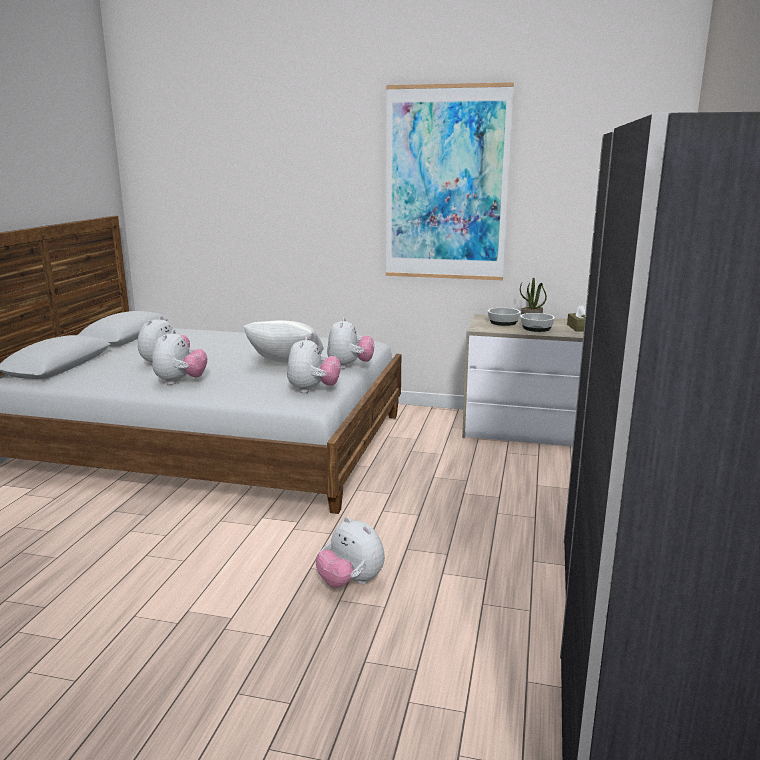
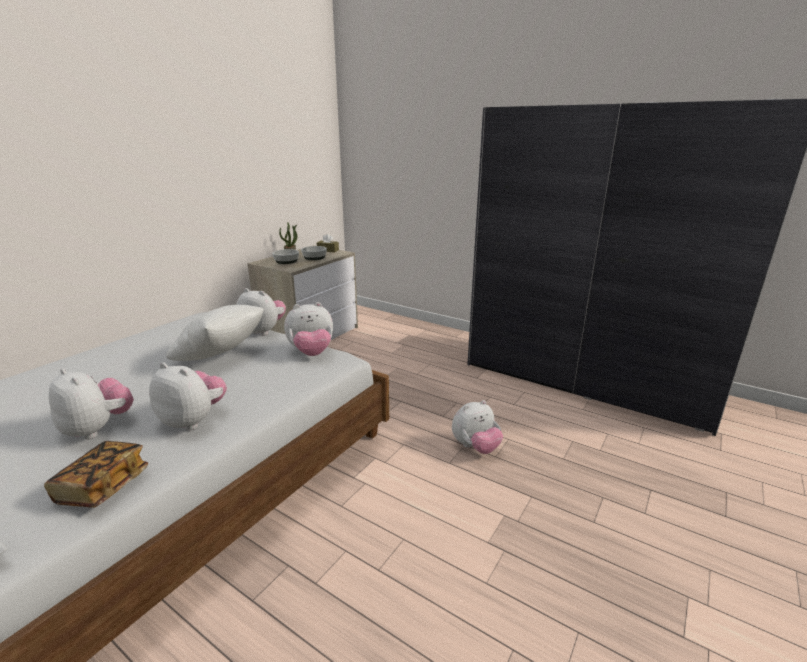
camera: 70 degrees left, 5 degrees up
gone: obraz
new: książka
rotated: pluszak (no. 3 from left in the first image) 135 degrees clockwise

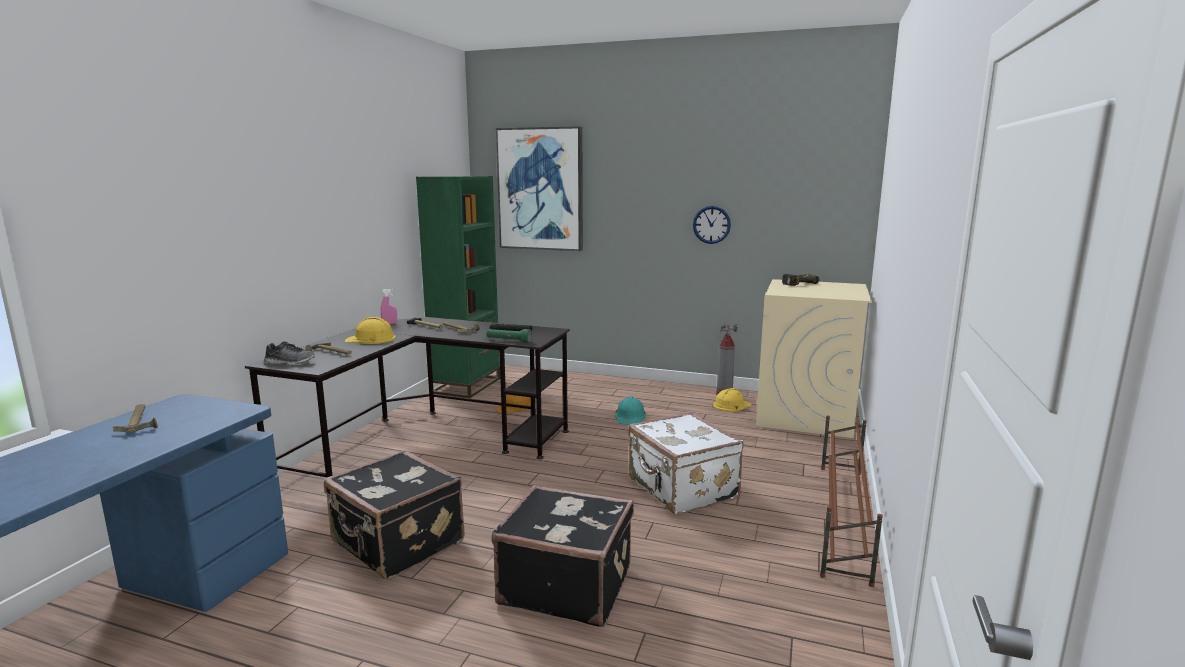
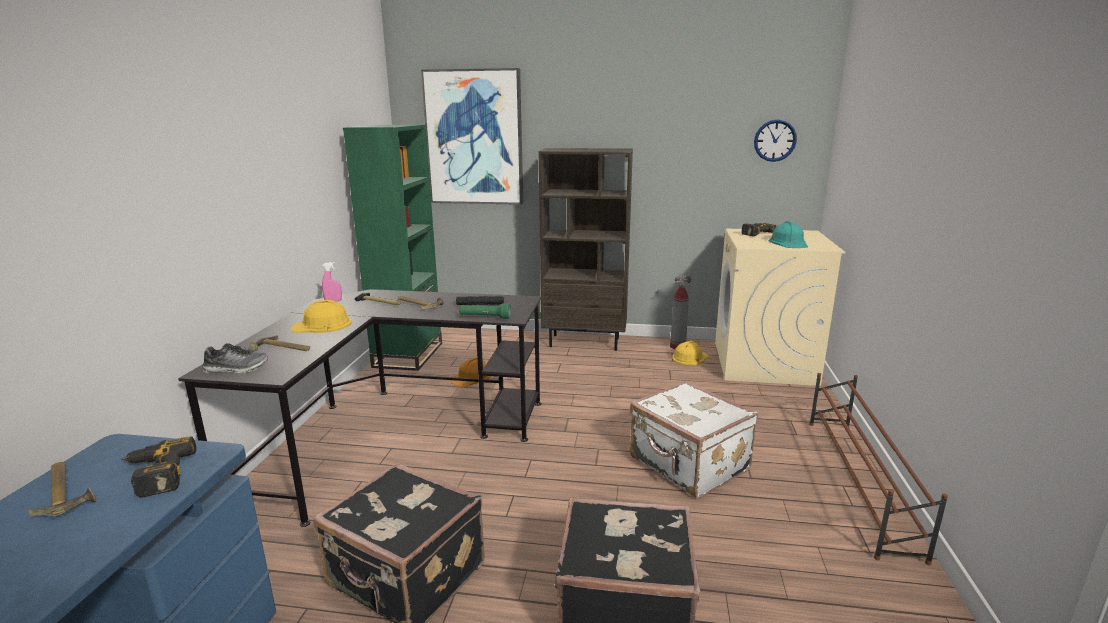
camera: 10 degrees left, 5 degrees up
new: wiertarka (no. 1 from left); regał (brązowy)
shifted: kask (turkusowy); zegar ścienny

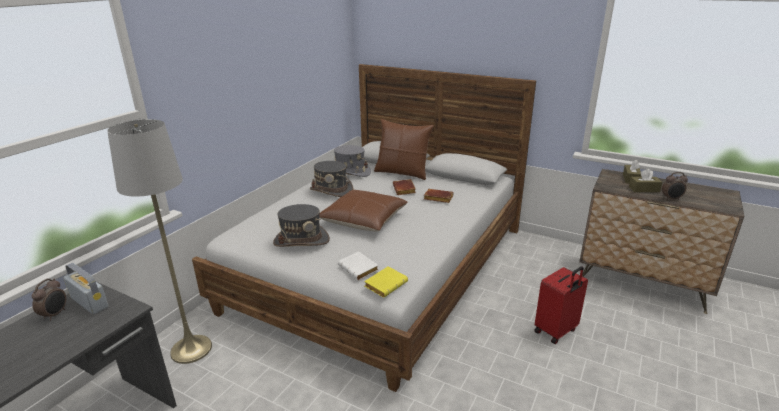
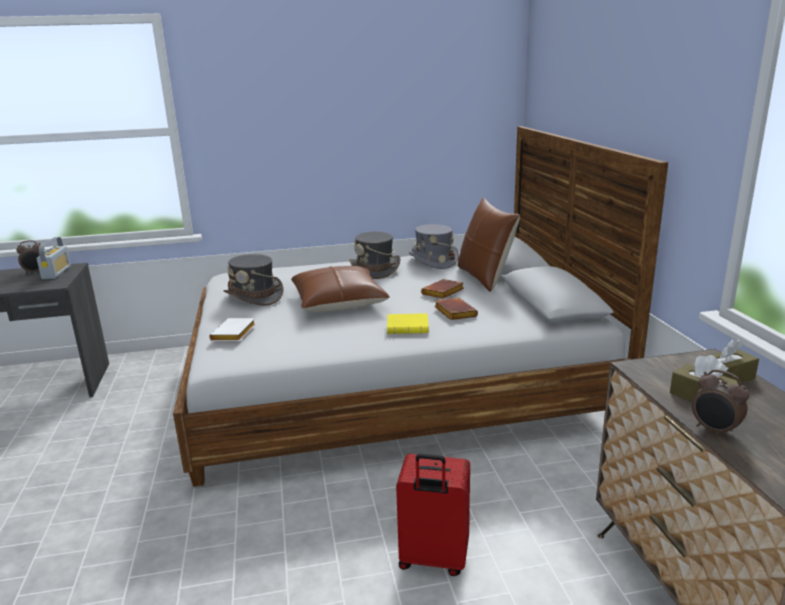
camera: 50 degrees right, 5 degrees down
gone: lampa stojąca (szary)
shifted: książka (żółty)

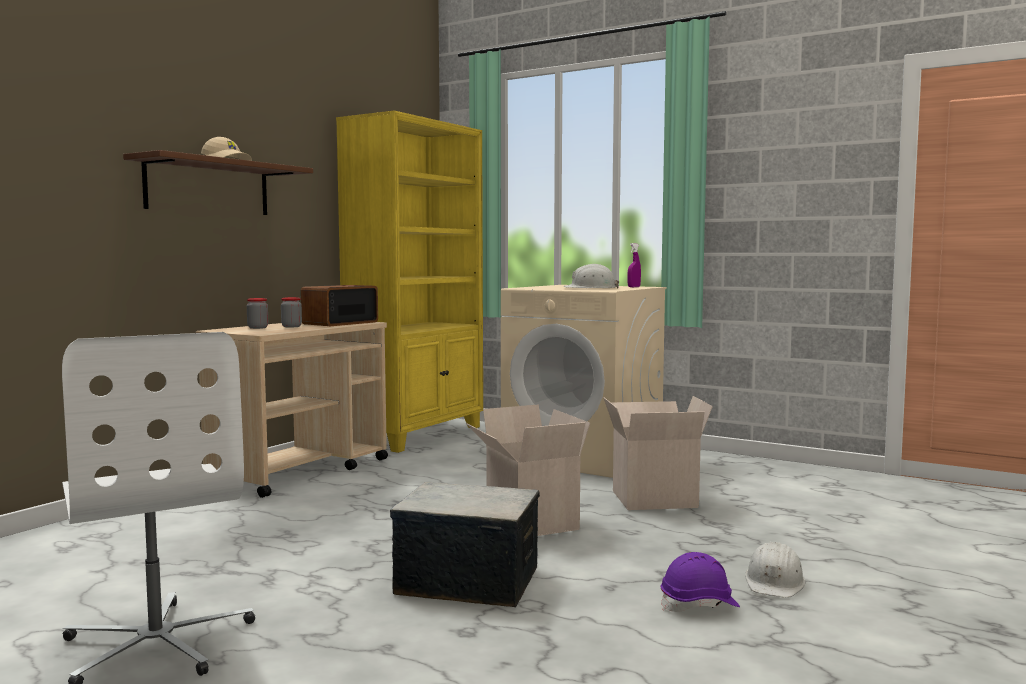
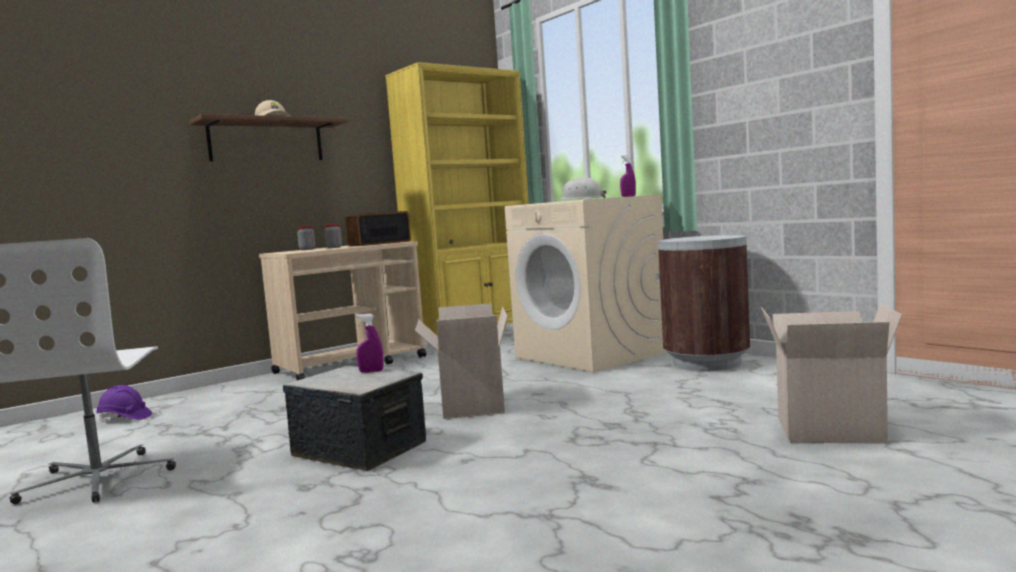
camera: 20 degrees right, 0 degrees up
gone: kask (biały) (no. 2 from left)
new: spryskiwacz (fioletowy) (no. 1 from left); kosz na śmieci (brązowy)
shifted: karton (no. 2 from left); kask (fioletowy)

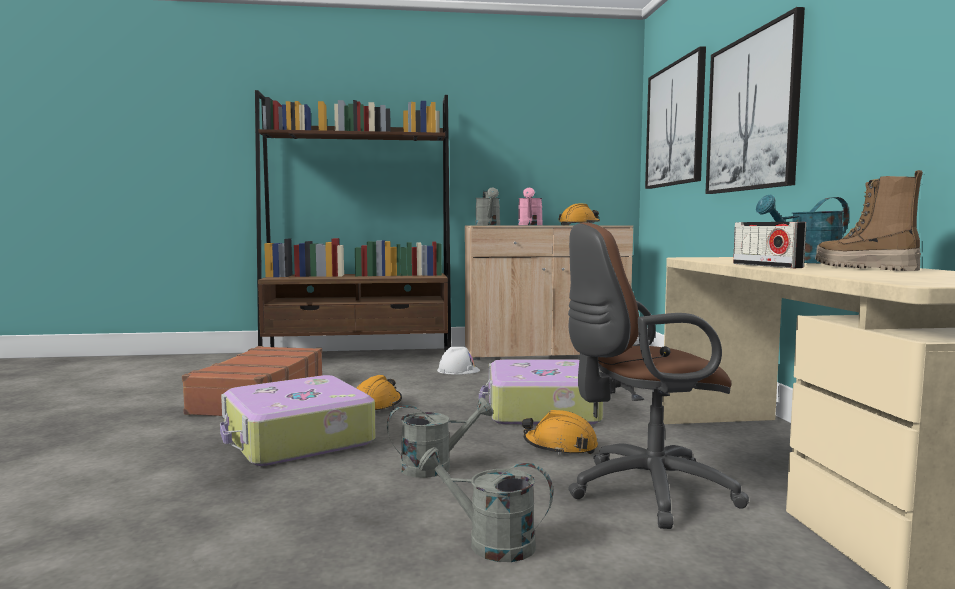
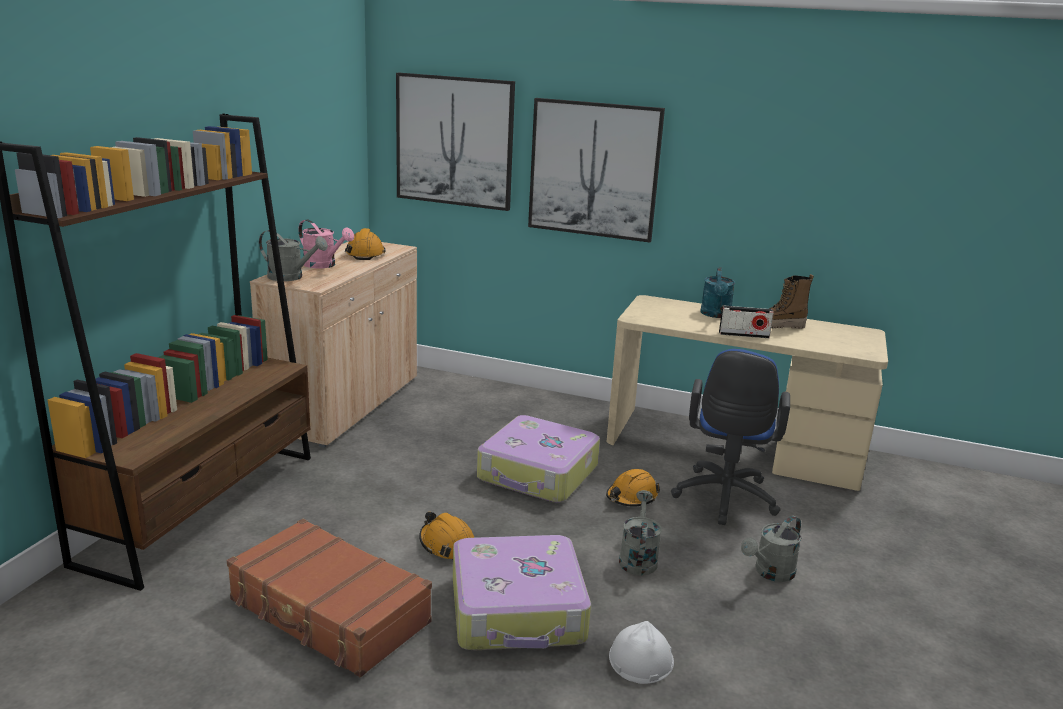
camera: 65 degrees left, 15 degrees up
shifted: kask (biały)
repainted: krzesło biurowe (brązowy) to krzesło biurowe (niebieski)

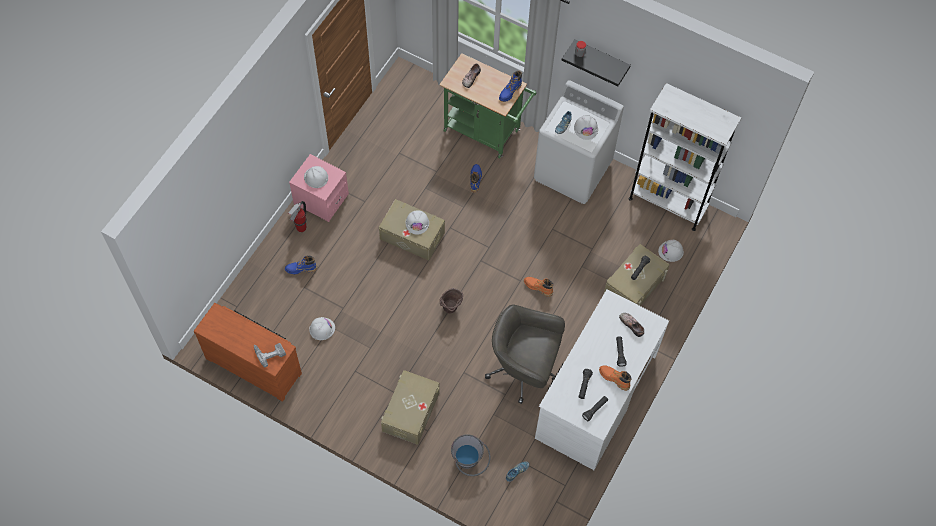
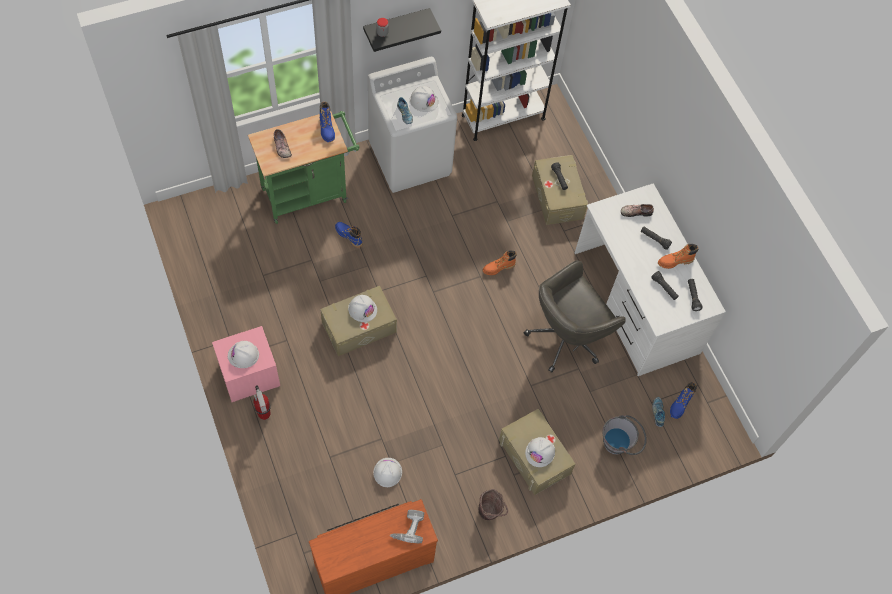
camera: 55 degrees left, 0 degrees up
shifted: but z cholewką (niebieski) (no. 1 from left in the first image) to but z cholewką (niebieski) (no. 3 from left); wiadro (brązowy); kask (biały) (no. 5 from left)

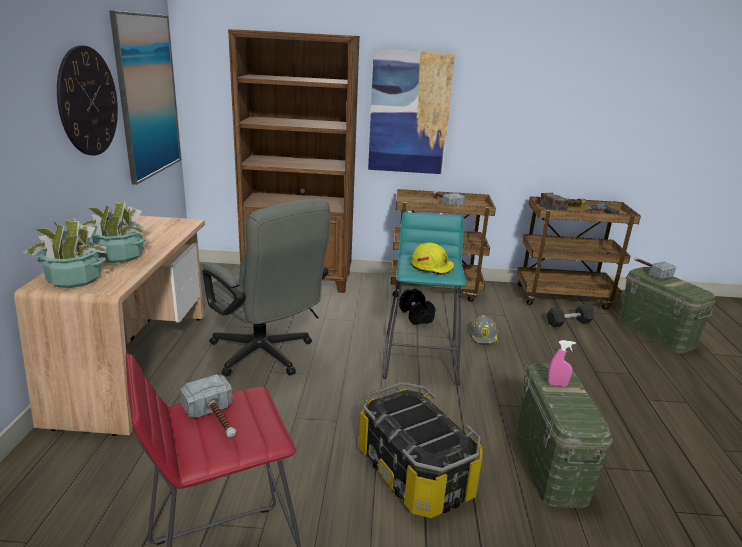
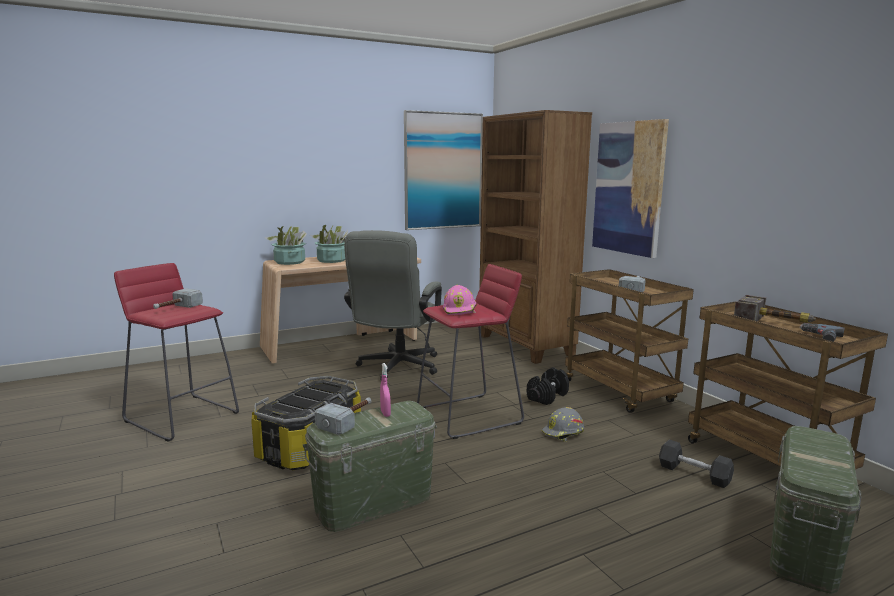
camera: 60 degrees right, 10 degrees down
gone: zegar ścienny
shifted: młotek (no. 4 from left in the first image) to młotek (no. 2 from left)
repainted: stołek (turkusowy) to stołek (czerwony) (no. 2 from left); kask (żółty) to kask (różowy)

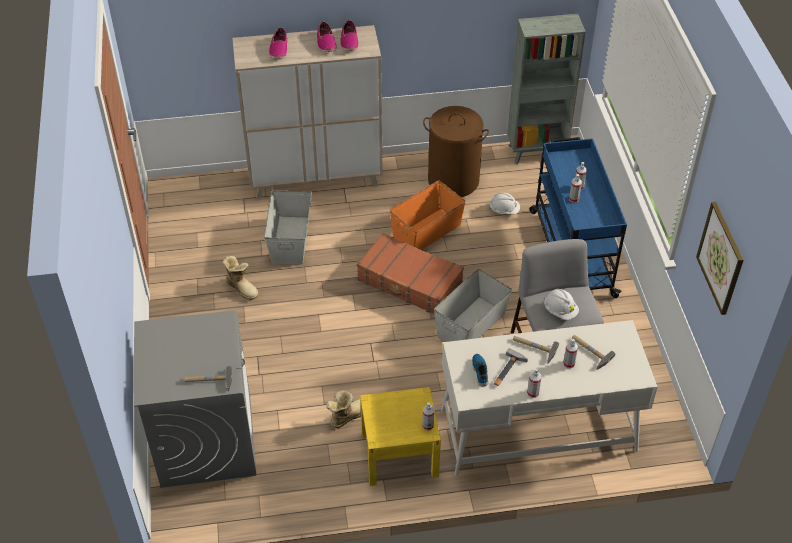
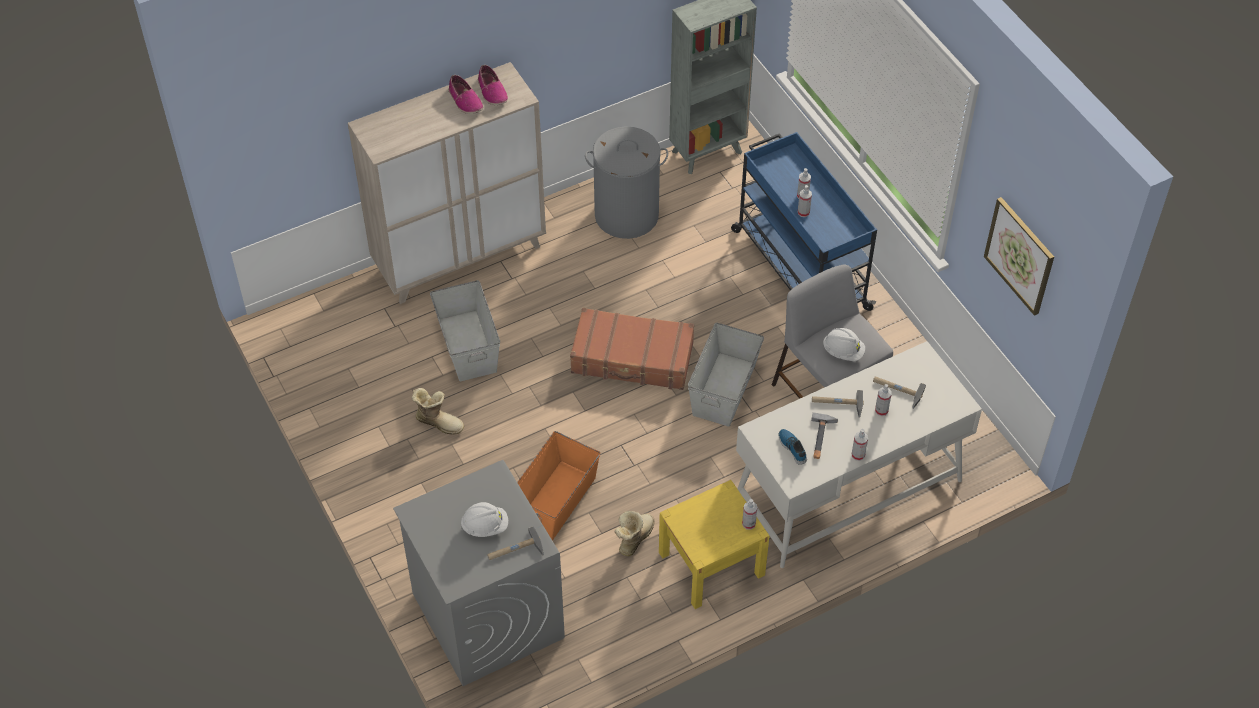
camera: 20 degrees left, 5 degrees up
gone: but (no. 1 from left)
shifted: pojemnik do przechowywania (pomarańczowy); kask (biały) (no. 1 from left)
repainted: kosz na pranie (brązowy) to kosz na pranie (szary)

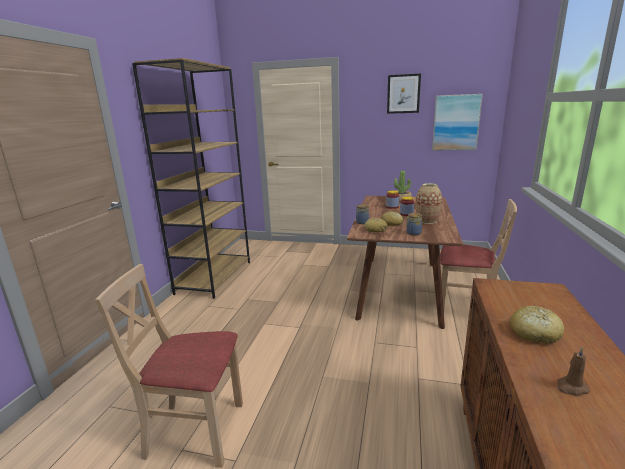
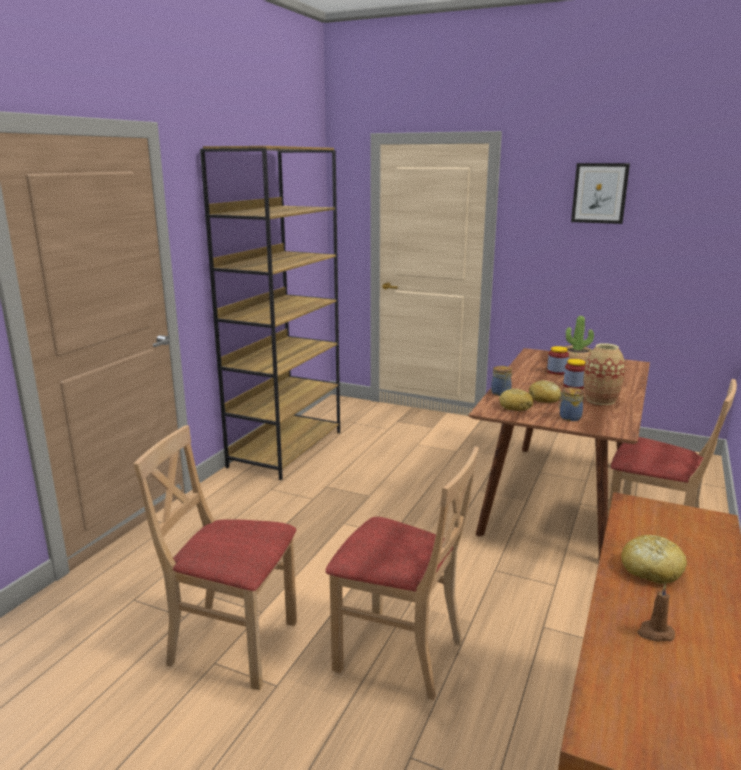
camera: 10 degrees right, 0 degrees up
gone: obraz (no. 2 from left)
new: krzesło (beżowy) (no. 2 from left)

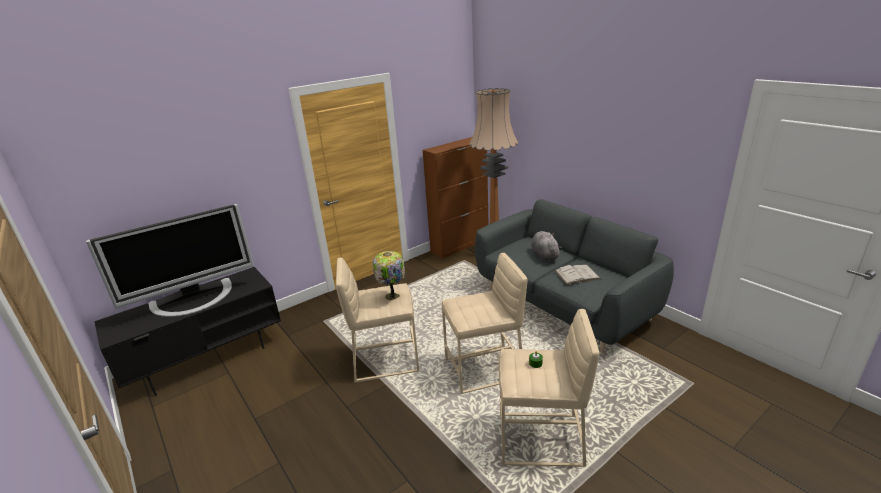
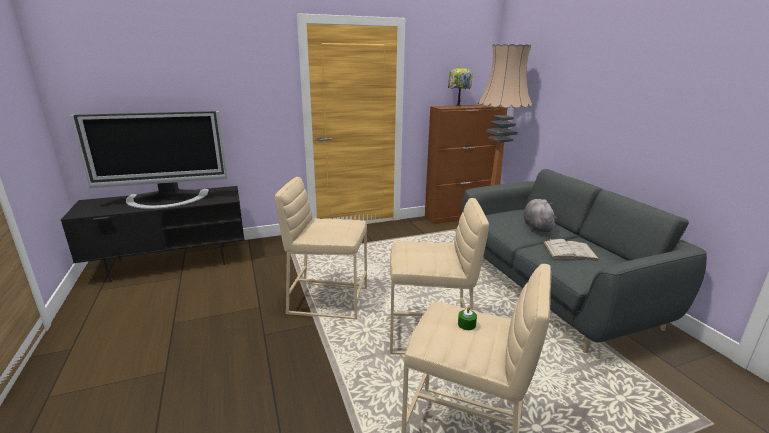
camera: 15 degrees right, 5 degrees down
shifted: lampa stołowa

